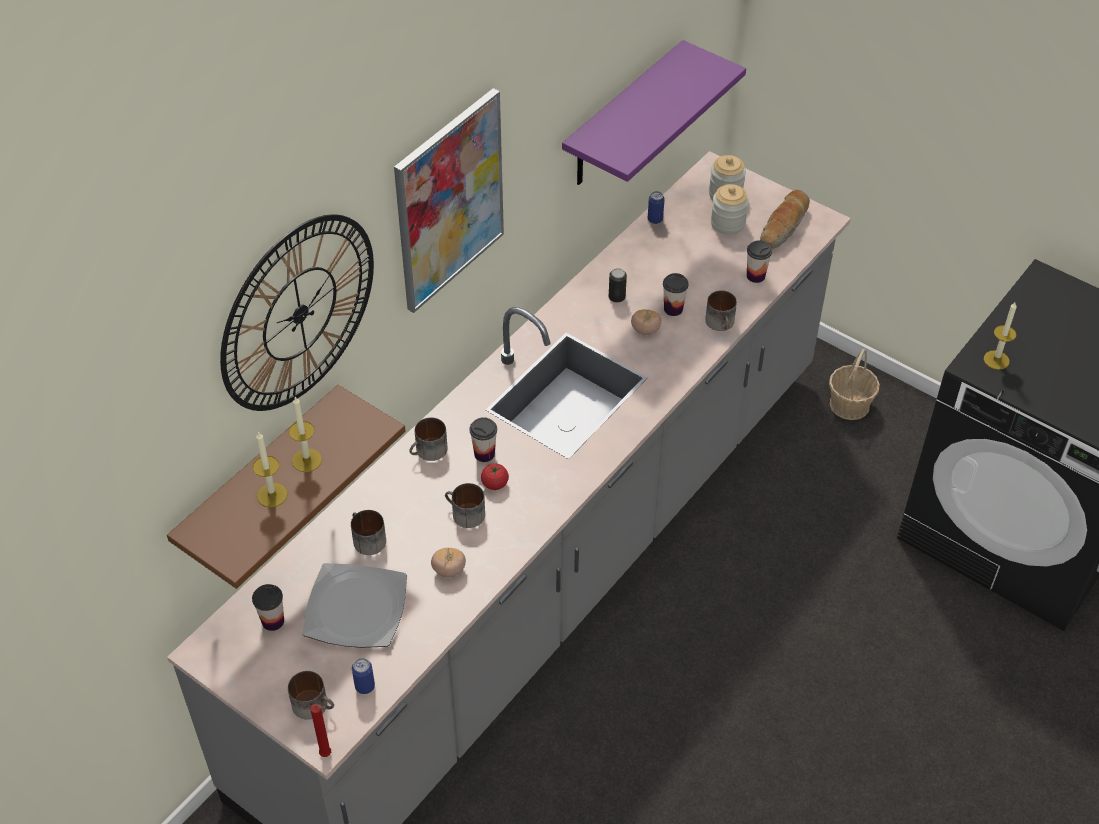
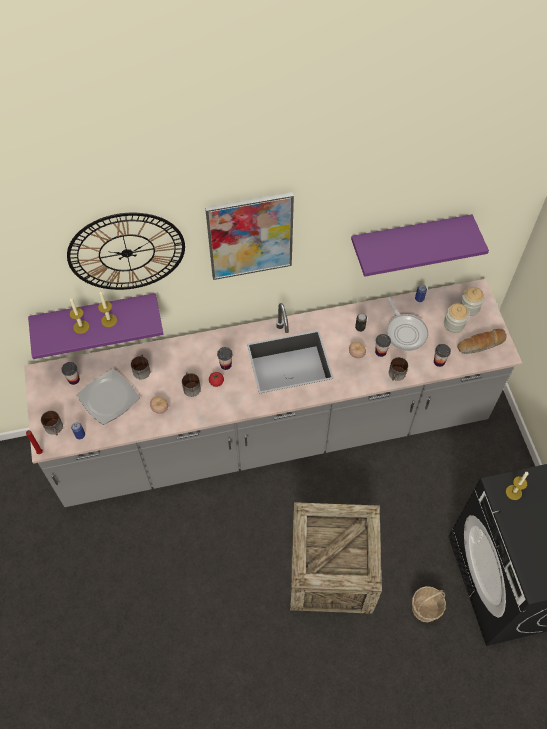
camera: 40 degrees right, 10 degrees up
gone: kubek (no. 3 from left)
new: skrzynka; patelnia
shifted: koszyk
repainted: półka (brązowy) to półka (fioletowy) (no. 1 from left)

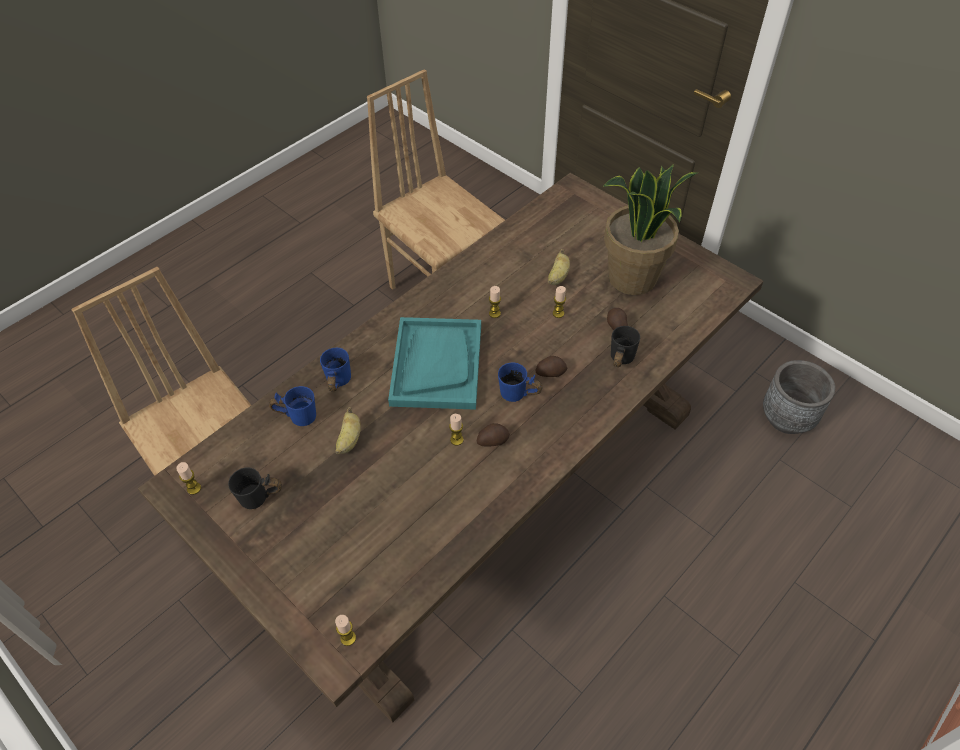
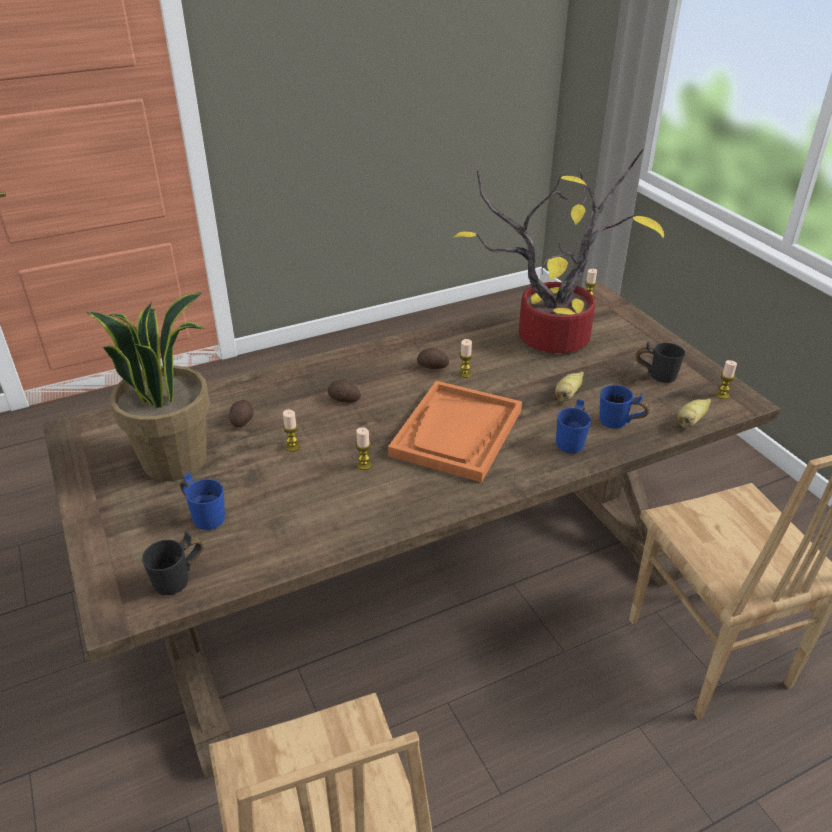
camera: 160 degrees left, 15 degrees down
gone: donica (szary)
new: roślina doniczkowa (no. 2 from left)
shifted: kubek (niebieski) (no. 3 from left in the first image) to kubek (niebieski) (no. 1 from left); banan (no. 2 from left); kubek (czarny) (no. 2 from left in the first image) to kubek (czarny) (no. 1 from left)
repainted: taca (turkusowy) to taca (pomarańczowy)

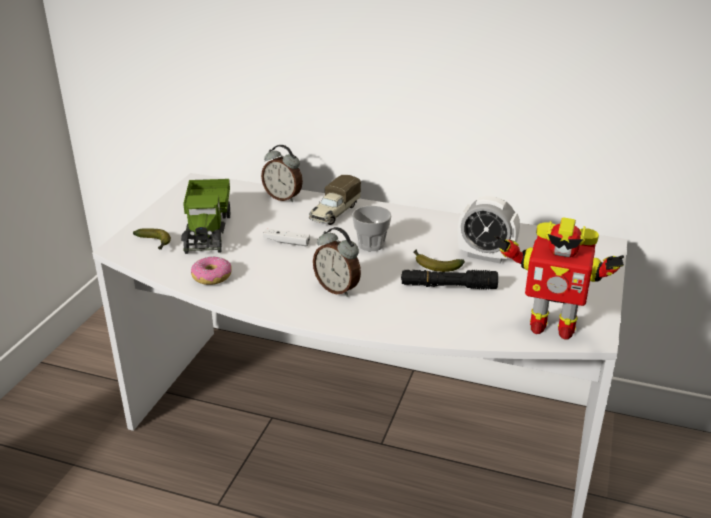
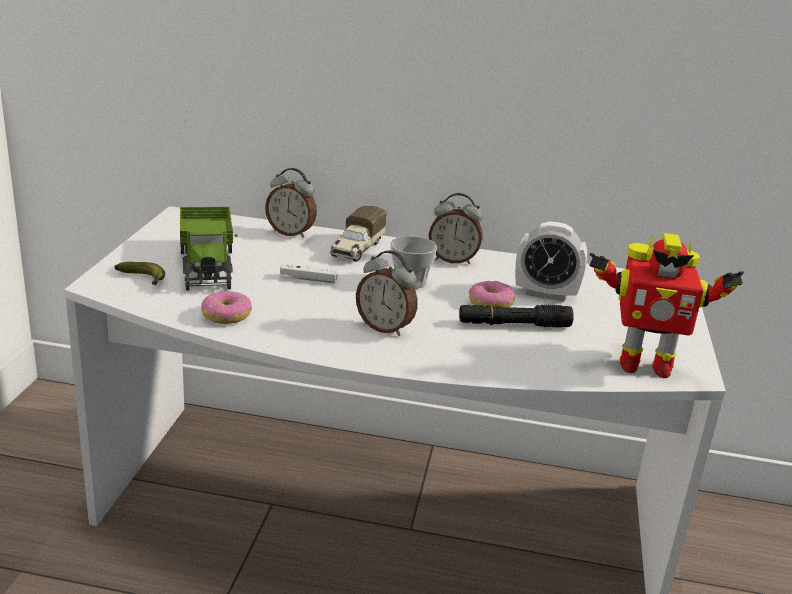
camera: 10 degrees left, 5 degrees down
new: budzik (no. 3 from left)
swapped: banan (no. 2 from left) to donut (no. 2 from left)

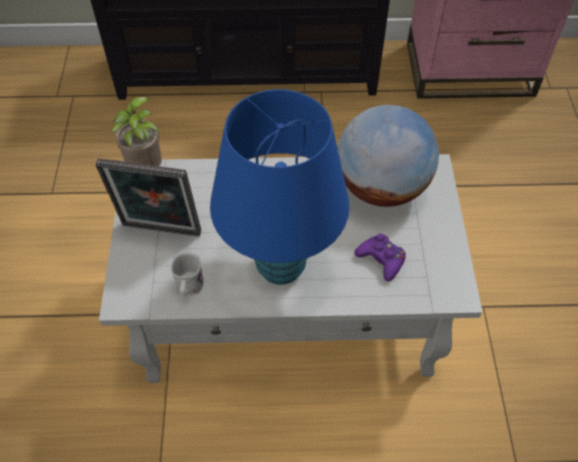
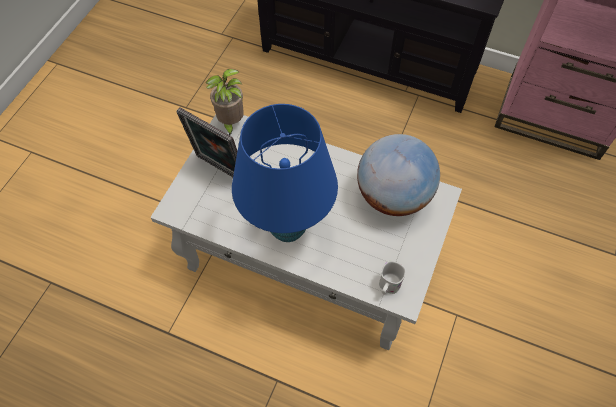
camera: 25 degrees right, 5 degrees up
gone: pad do gier (fioletowy)
shifted: kubek (biały)

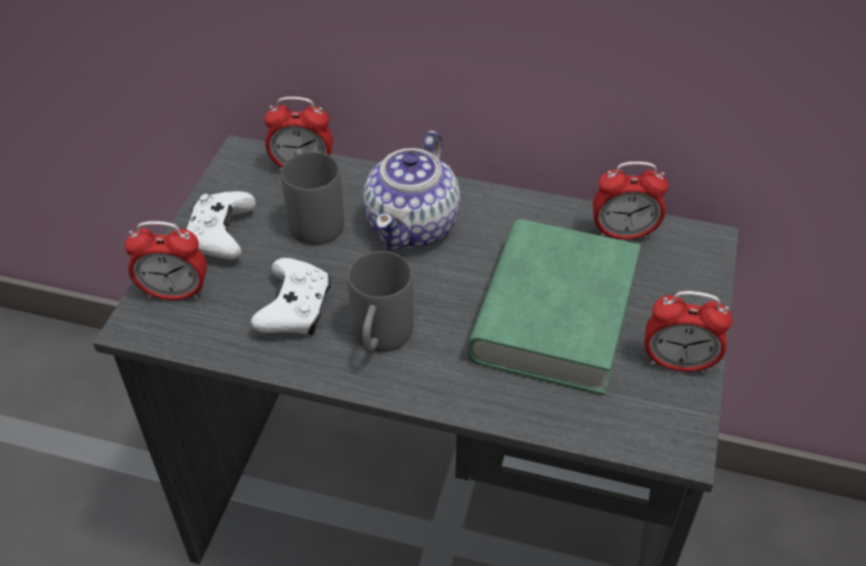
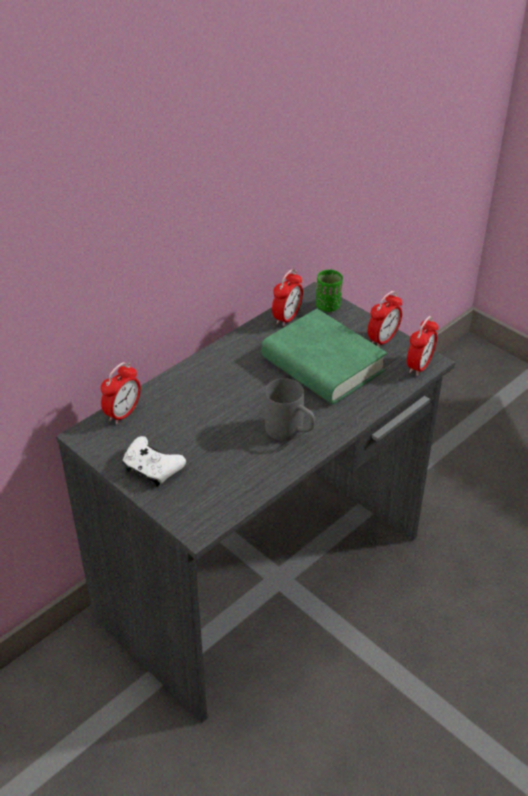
camera: 60 degrees left, 5 degrees down
gone: pad do gier (biały) (no. 2 from left); kubek (szary) (no. 1 from left); imbryk
new: filiżanka (zielony)
shifted: budzik (no. 1 from left in the first image) to budzik (no. 4 from left)

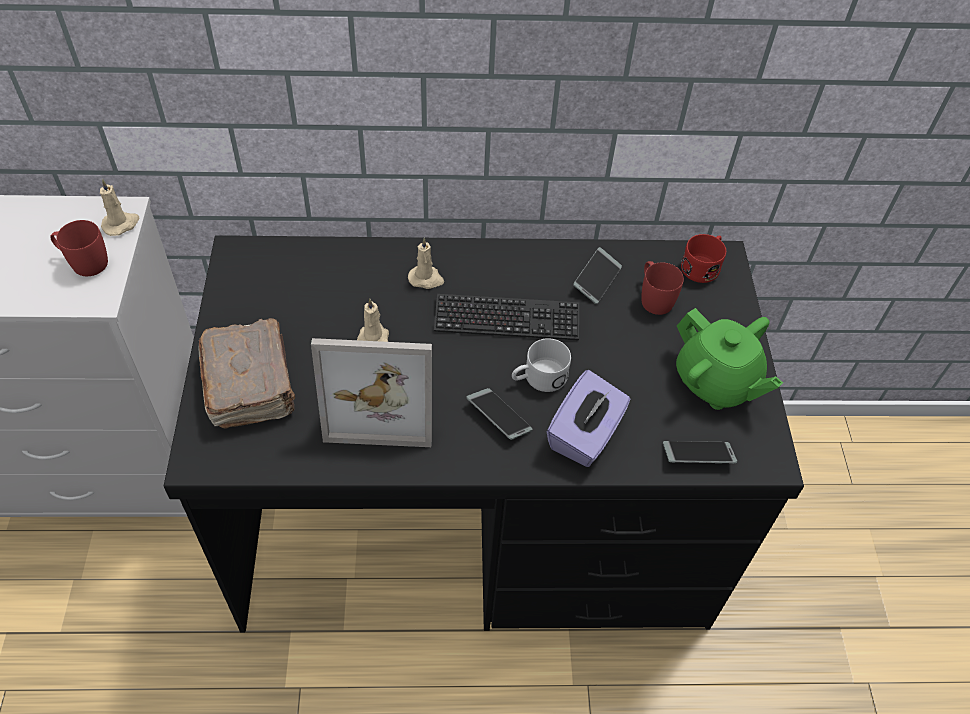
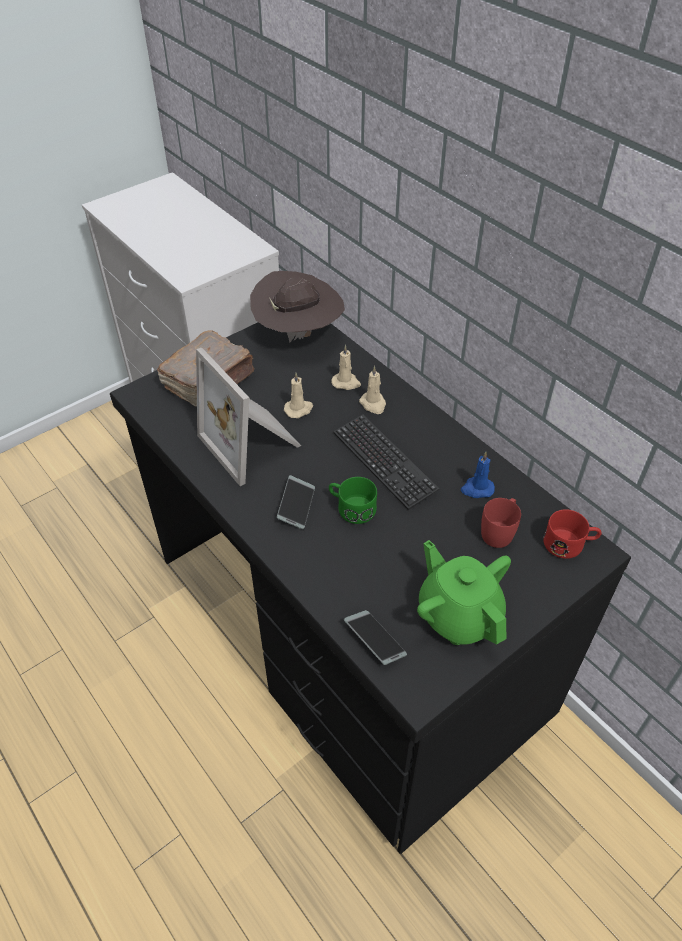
camera: 55 degrees right, 5 degrees down
gone: kubek (czerwony) (no. 1 from left); pudełko chusteczek (fioletowy)
new: kapelusz (brązowy)
shifted: świeca (beżowy) (no. 1 from left in the first image) to świeca (beżowy) (no. 2 from left)
swapped: telefon (no. 2 from left) to świeca (niebieski)
repainted: kubek (biały) to kubek (zielony)
rotated: imbryk (zielony) 135 degrees clockwise

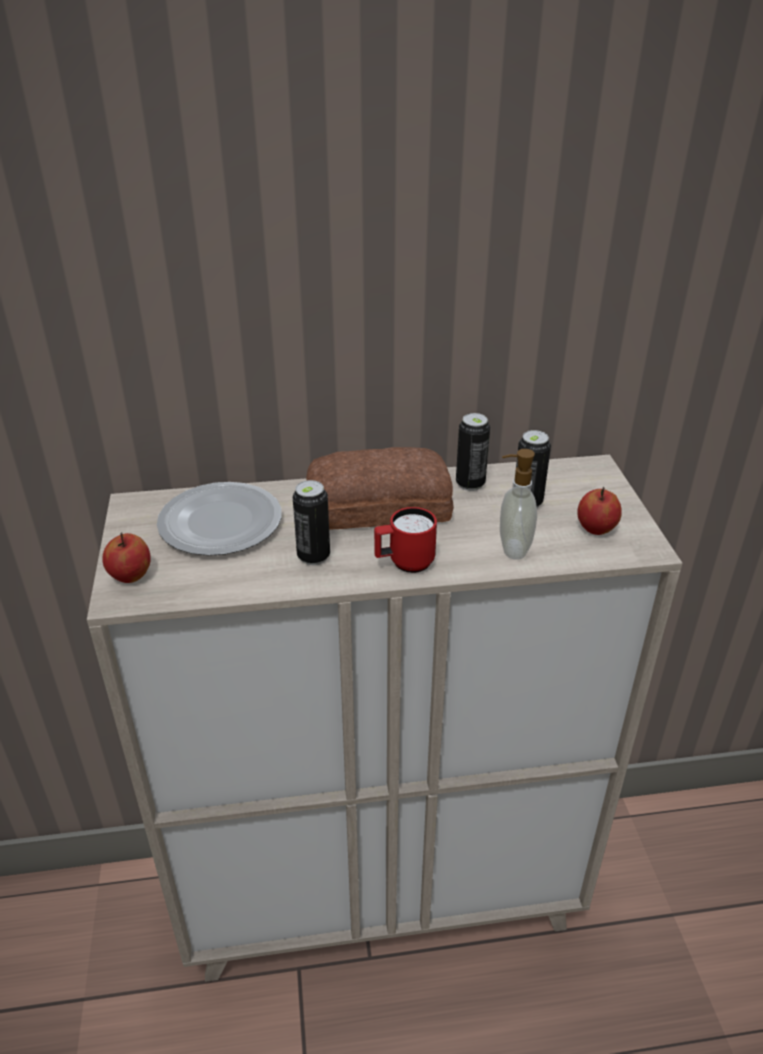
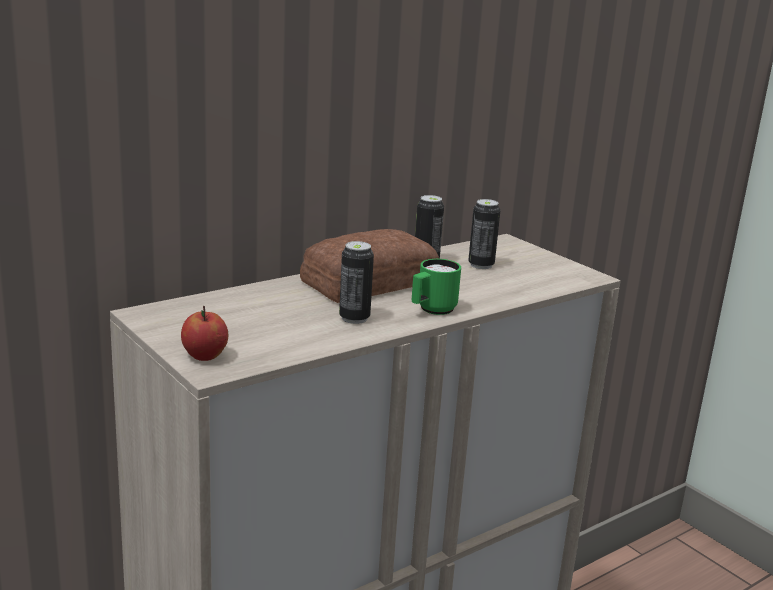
camera: 30 degrees left, 15 degrees down
gone: talerz; dozownik mydła; jabłko (no. 2 from left)
repainted: kubek (czerwony) to kubek (zielony)

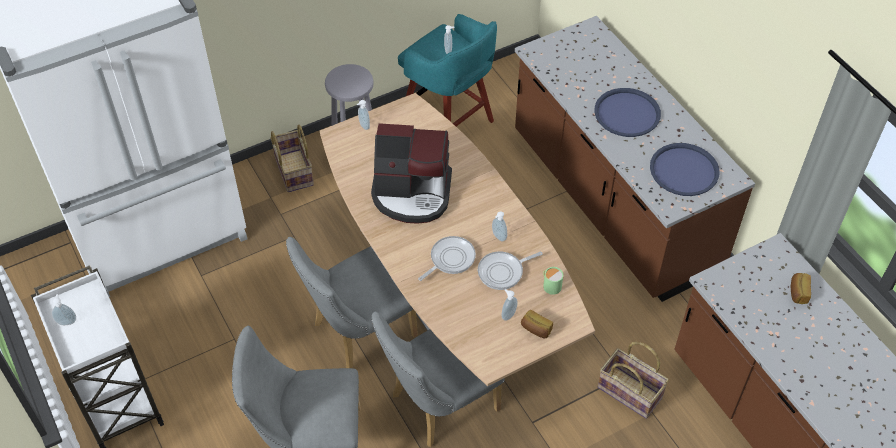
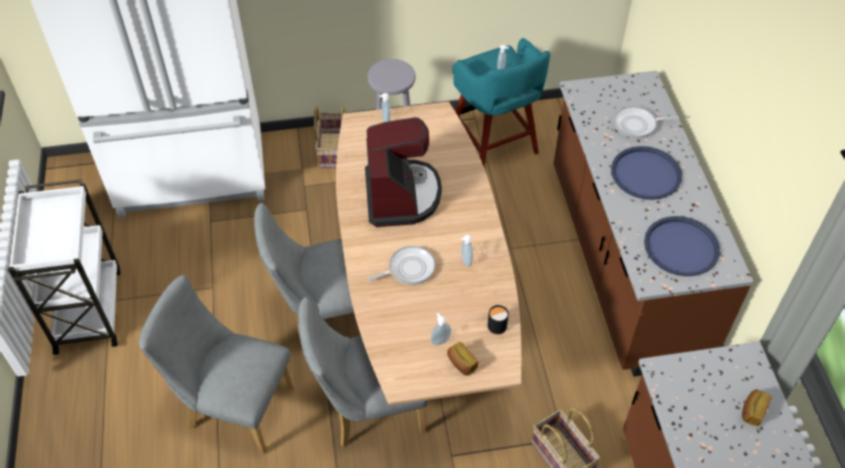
camera: 20 degrees right, 0 degrees up
gone: dozownik mydła (no. 1 from left)
shifted: patelnia (no. 2 from left)
repainted: kubek (zielony) to kubek (czarny)
rotated: ekspres do kawy 120 degrees counterclockwise

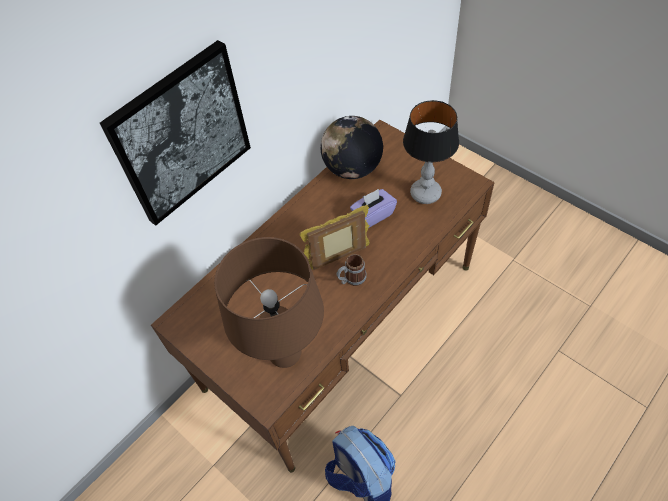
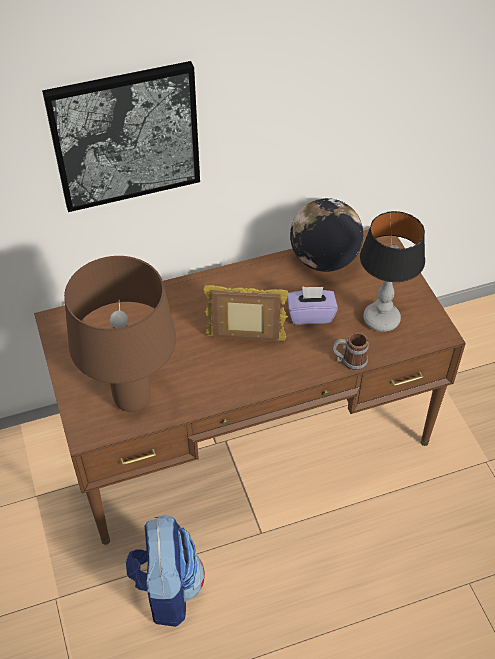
camera: 25 degrees right, 5 degrees down
shifted: kubek

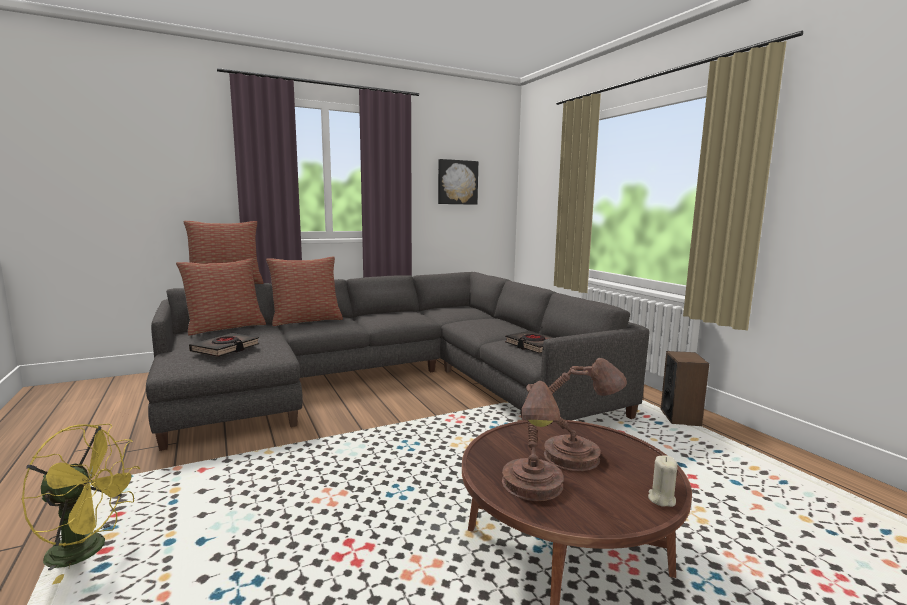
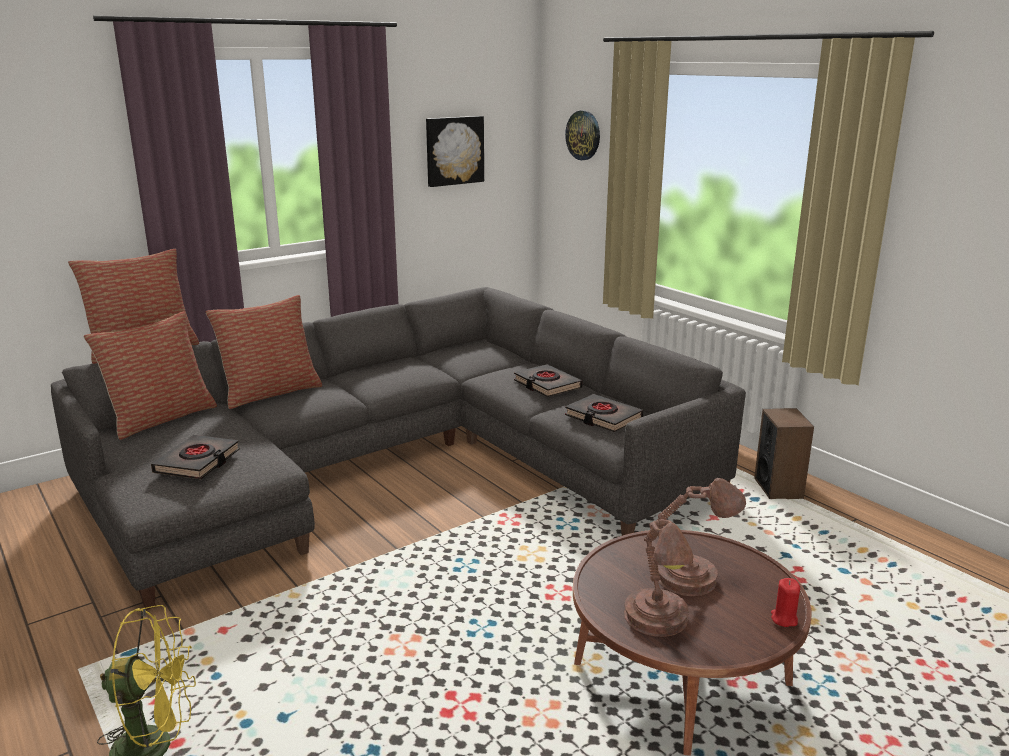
camera: 10 degrees left, 10 degrees up
new: książka (czarny) (no. 2 from left); zegar ścienny
repainted: świeca (beżowy) to świeca (czerwony)

